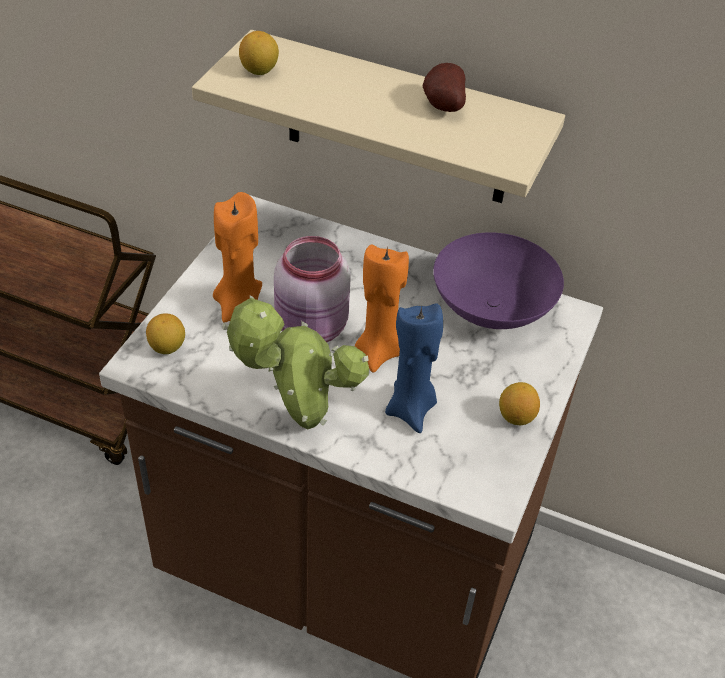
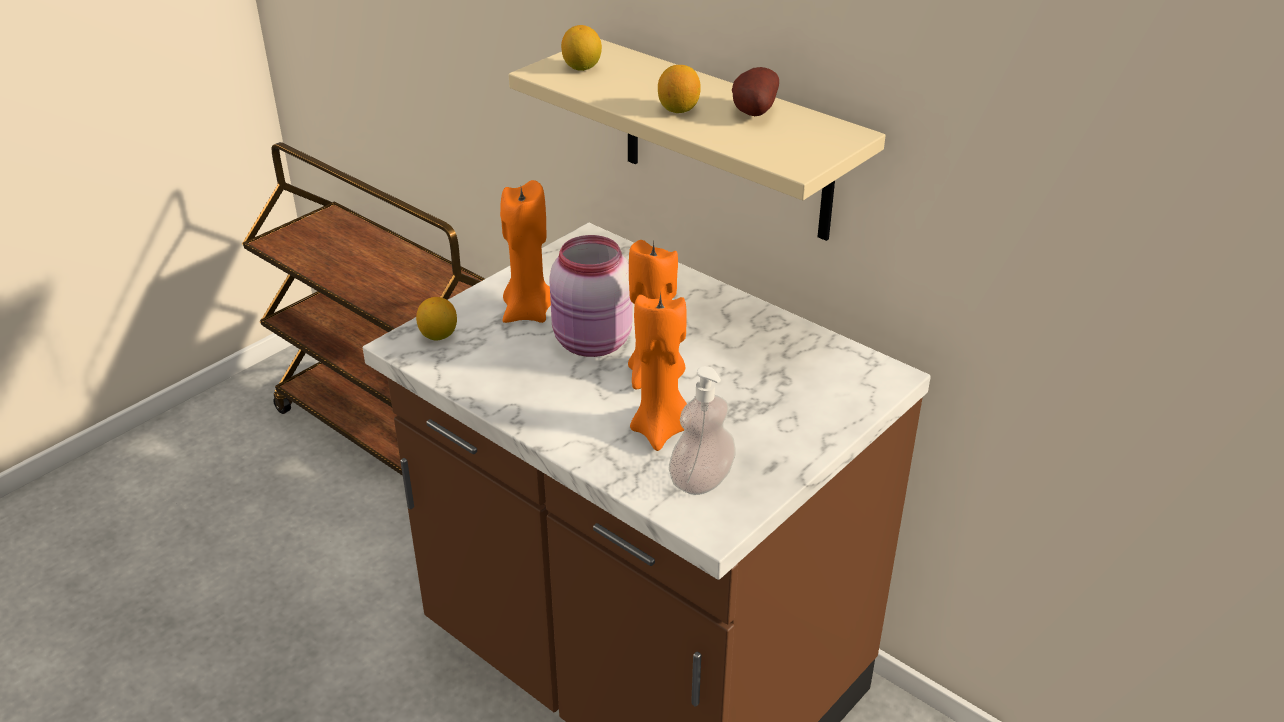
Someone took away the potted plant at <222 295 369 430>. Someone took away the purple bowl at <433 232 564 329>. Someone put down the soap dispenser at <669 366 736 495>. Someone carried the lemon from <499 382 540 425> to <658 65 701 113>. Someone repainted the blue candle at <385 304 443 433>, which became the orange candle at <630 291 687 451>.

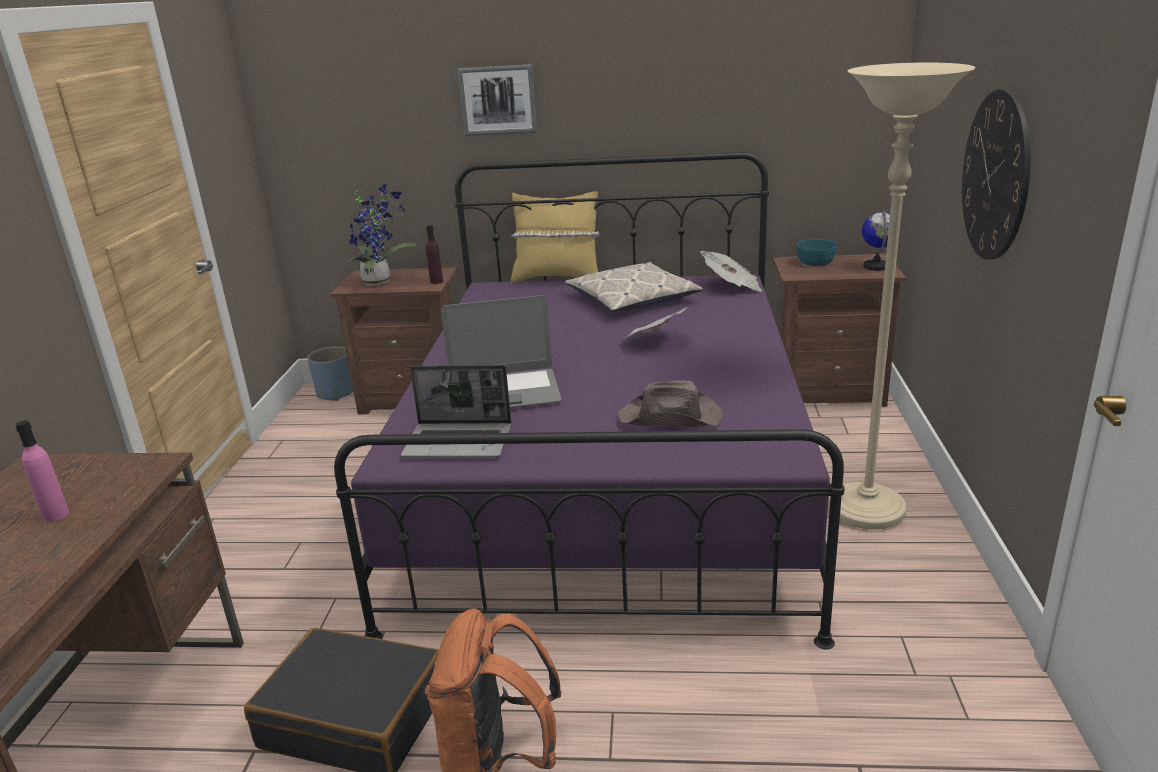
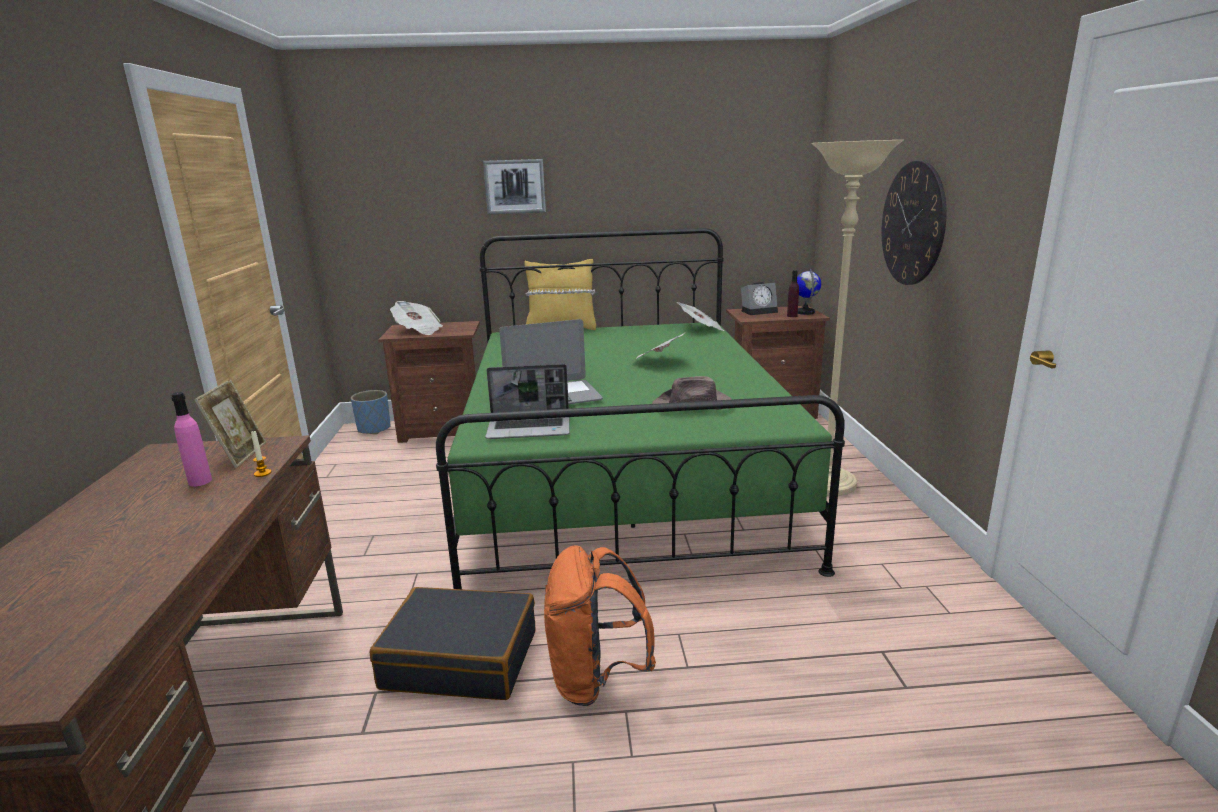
Someone took away the pillow at <565 262 703 312>. Someone put down the picture frame at <194 379 266 468>. Someone put down the candle at <251 431 272 477>. Someone carried the purple bottle from <426 225 443 284> to <787 270 799 317>. Someone swapped the potted plant at <346 184 416 286> for the newspaper at <390 301 443 335>. Someone swapped the turquoise bowl at <797 239 837 266> for the alarm clock at <741 282 778 315>. Someone repainted the purple bed at <334 152 845 649>, which became the green bed at <436 228 845 590>.

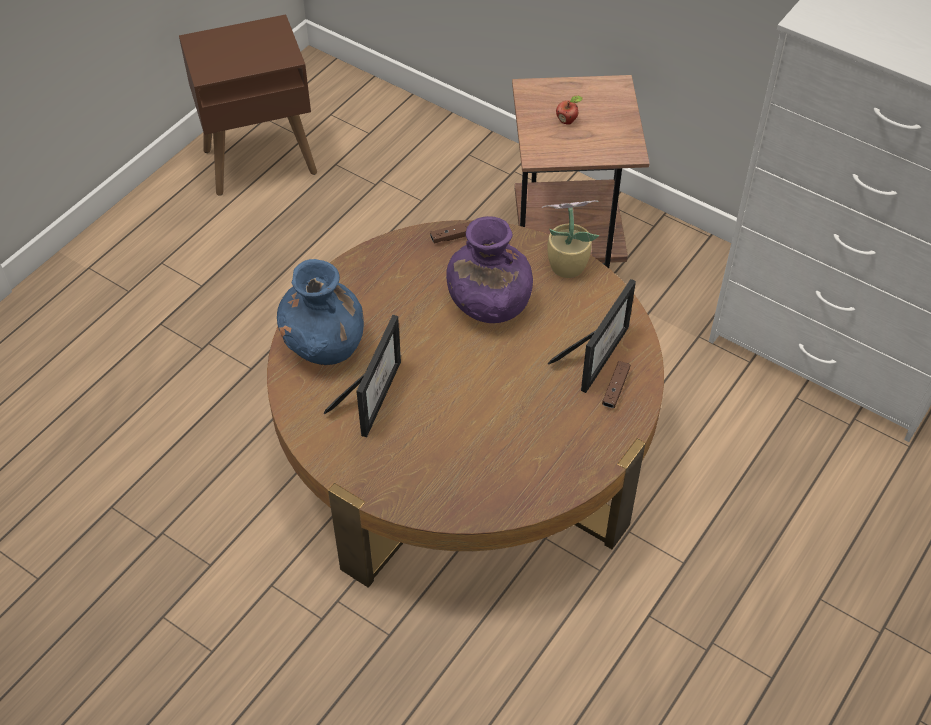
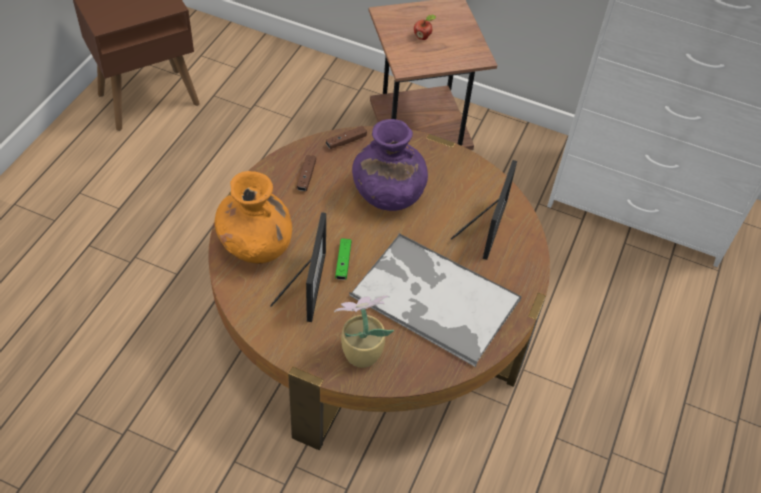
Someone put down the green game controller at <335 238 351 280>. Someone put down the tray at <349 233 522 367>. Someone carried the potted plant from <542 200 599 278> to <334 296 394 368>. Someone carried the brown game controller from <602 361 630 408> to <297 155 316 191>. Someone repainted the blue vase at <277 259 364 365>, which became the orange vase at <215 171 292 264>.

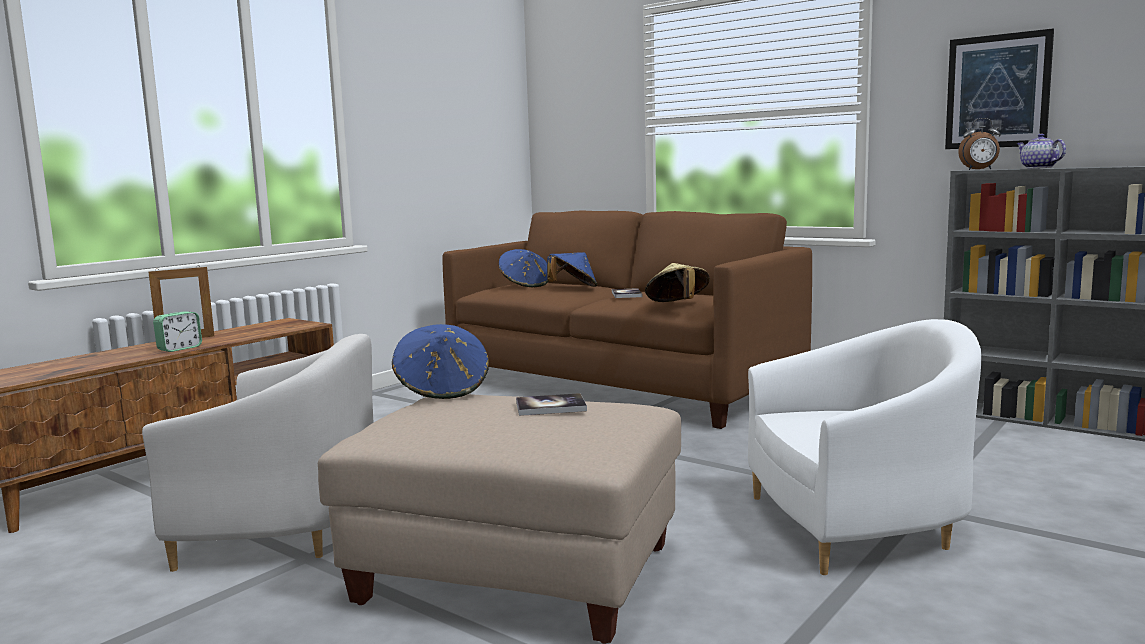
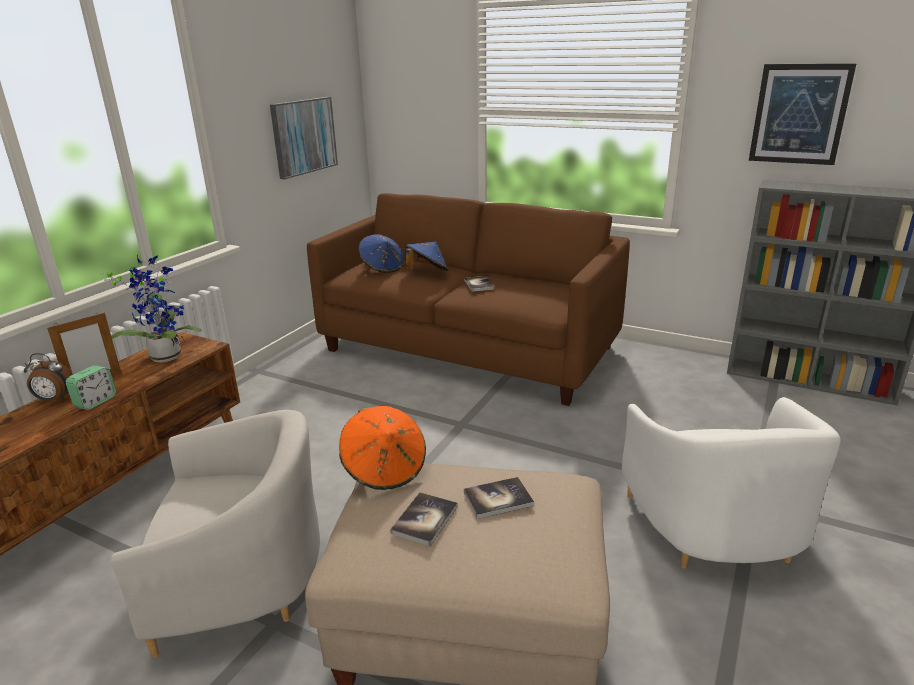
Someone took away the beige hat at <645 263 710 302>. Someone took away the teapot at <1017 134 1066 169>. Someone put down the potted plant at <100 253 202 363>. Someone put up the picture at <270 97 338 179>. Someone put down the book at <390 492 458 546>. Someone carried the alarm clock from <958 118 1001 170> to <24 353 73 401>. Someone repainted the blue hat at <392 324 489 399>, which became the orange hat at <339 406 426 490>. Someone rotated the white armchair at <748 319 981 575> by 105 degrees clockwise.

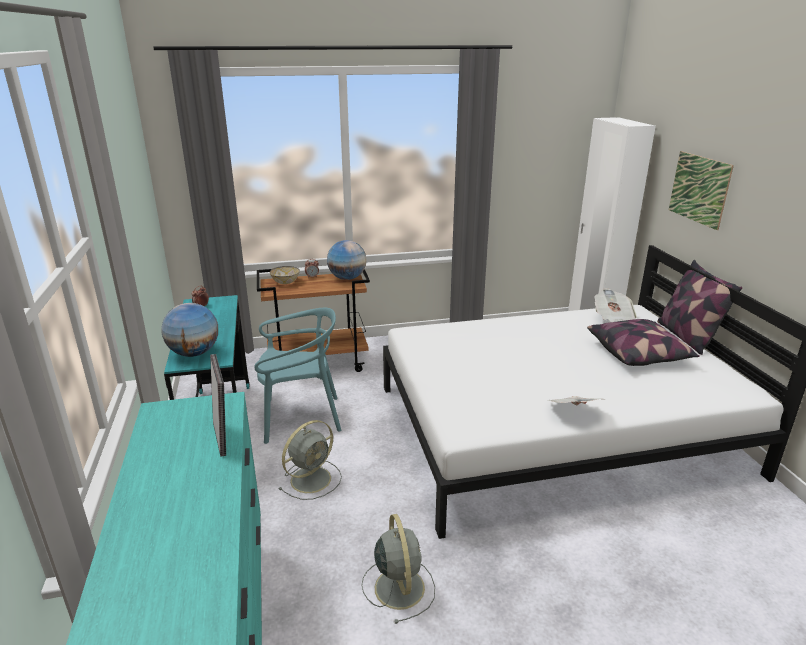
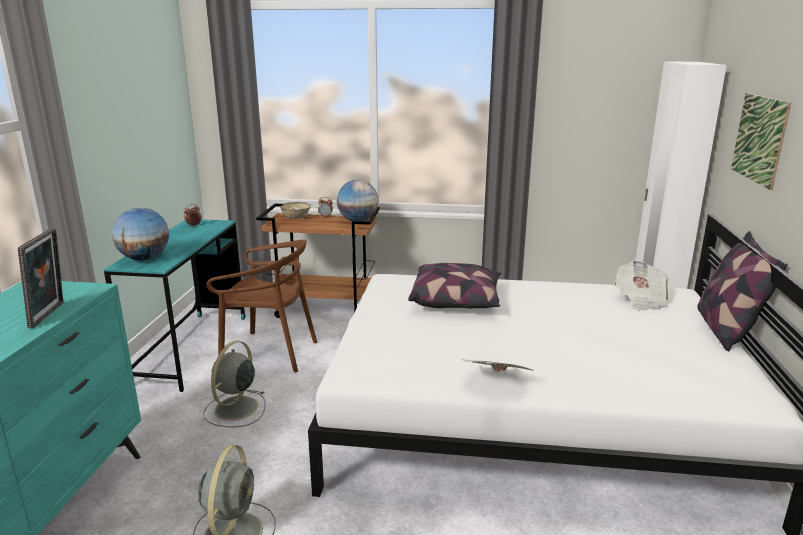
Someone carried the pillow from <587 319 700 366> to <408 263 502 308>. Someone repainted the turquoise chair at <254 308 341 444>, which became the brown chair at <206 240 317 372>. Someone rotated the grey fan at <279 420 342 500> by 135 degrees clockwise.

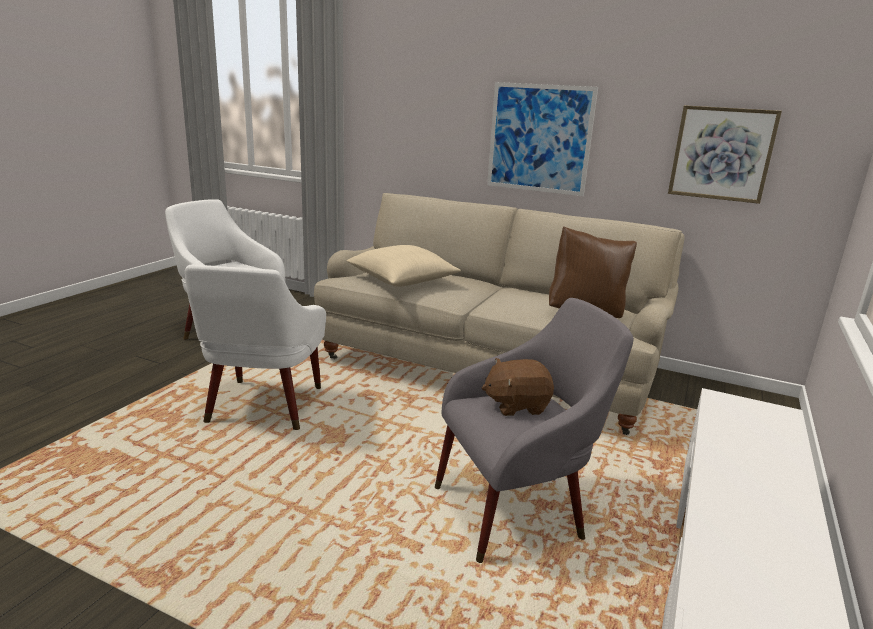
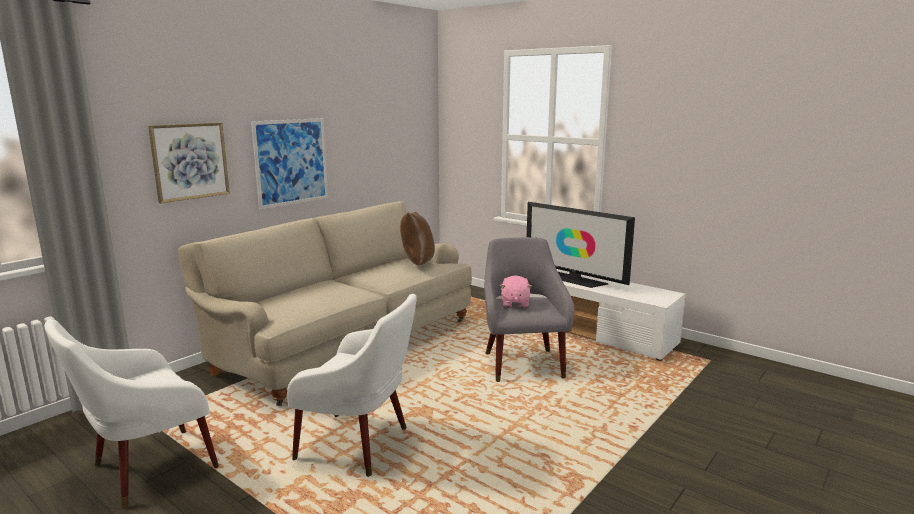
Someone took away the beige pillow at <346 245 461 287>. Someone put down the television at <527 202 635 288>. Someone carried the picture from <668 105 782 204> to <148 122 230 203>. Someone repainted the brown plush toy at <482 358 554 416>, which became the pink plush toy at <500 275 532 308>.

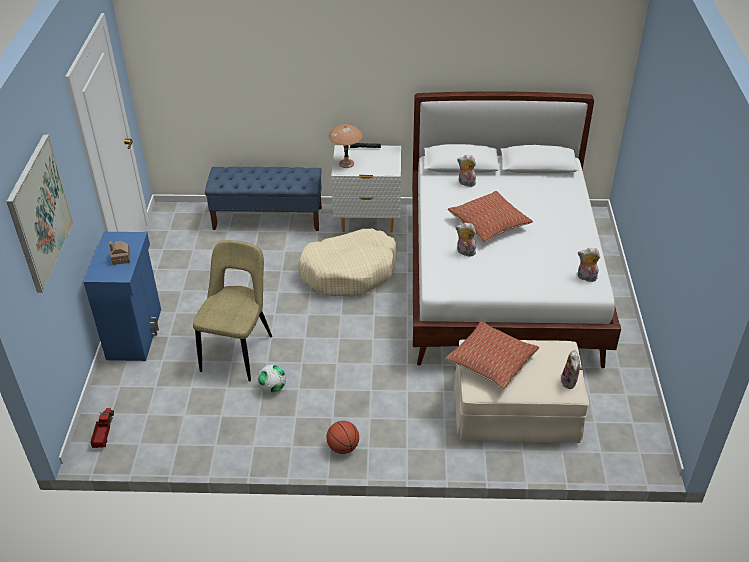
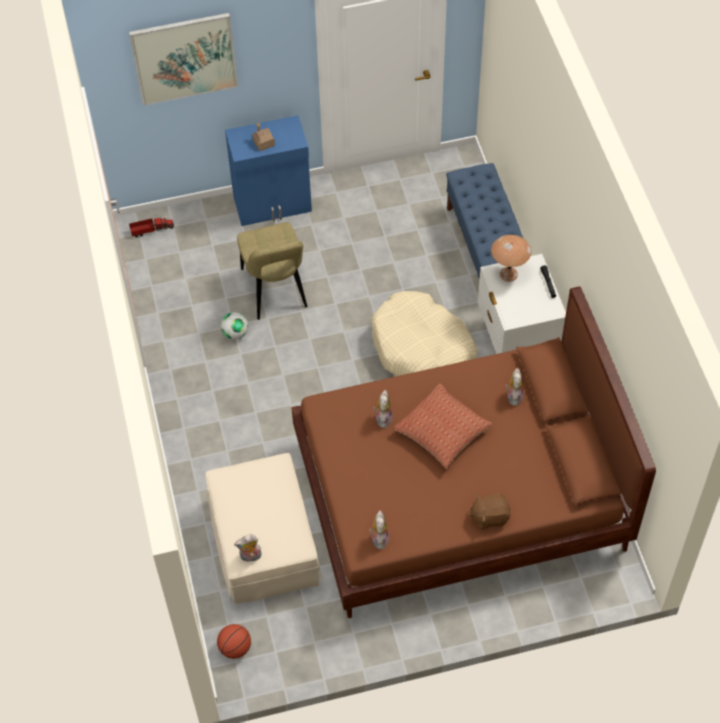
Someone took away the pillow at <445 321 539 389>. Someone put down the brown plush toy at <468 494 511 529>. Someone carried the basketball from <326 421 359 454> to <217 624 251 659>. Someone repainted the white bed at <412 91 621 368>, which became the brown bed at <291 286 656 618>. Someone rotated the beige chair at <193 240 272 382> by 75 degrees clockwise.

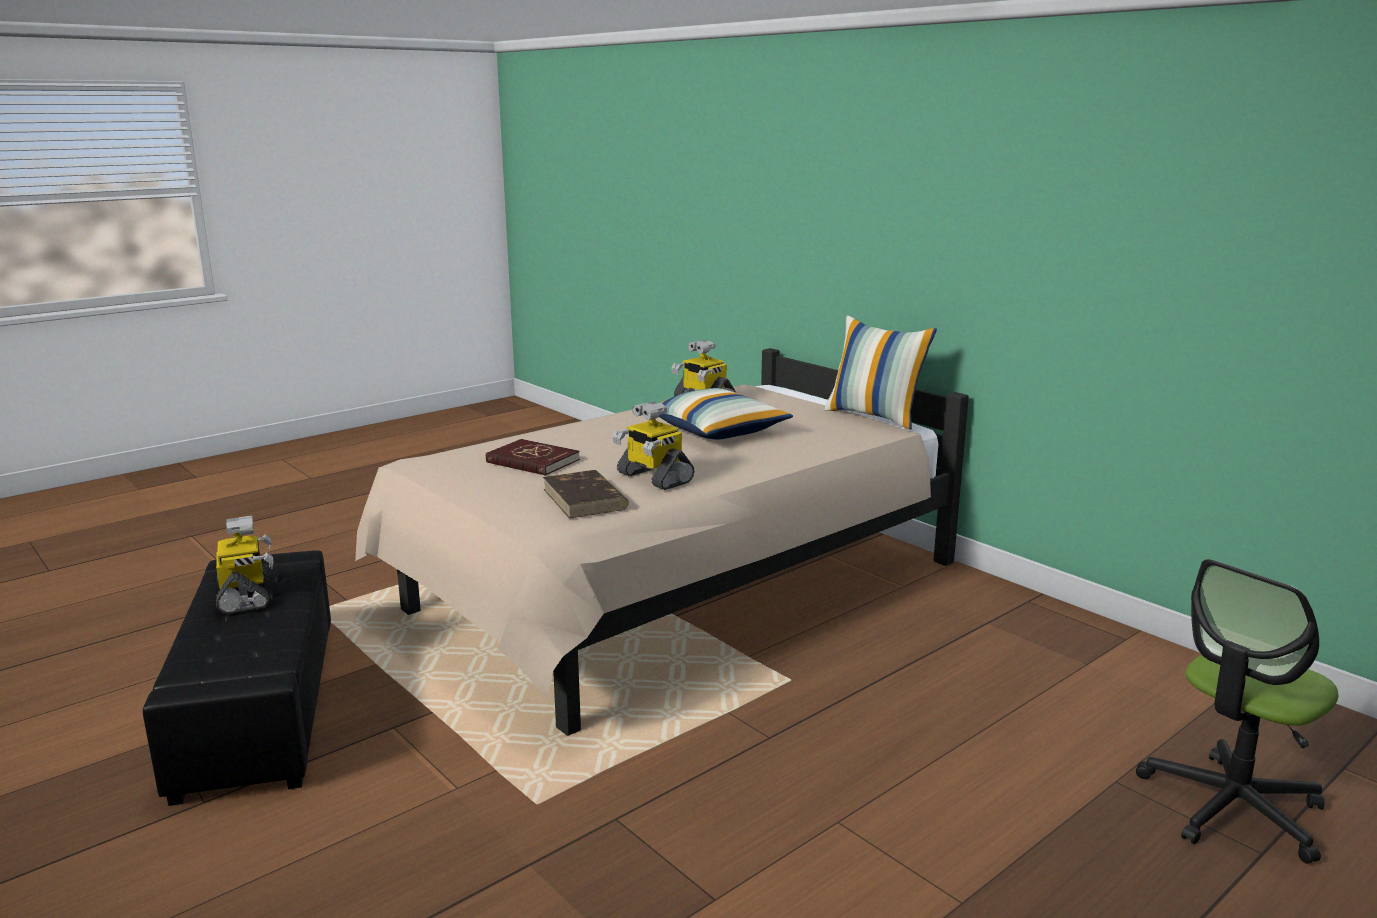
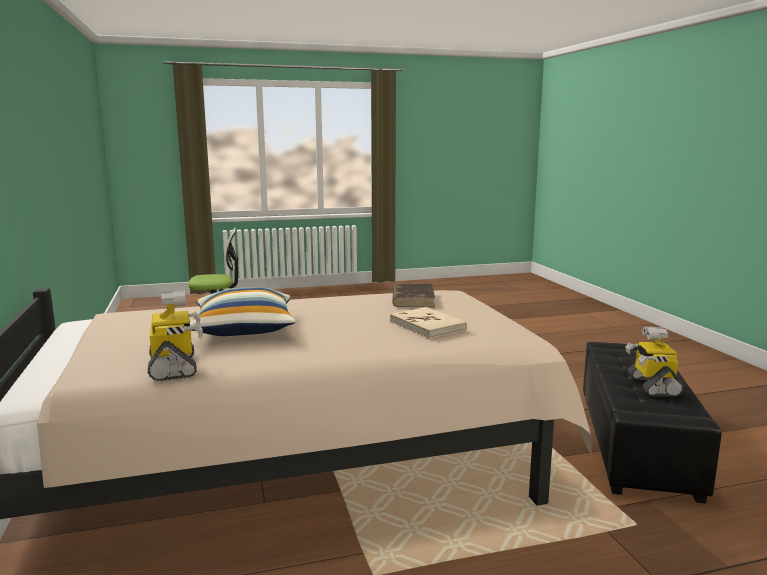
Someone took away the toy robot at <612 401 694 490>. Someone took away the pillow at <824 316 937 430>. Someone repainted the red book at <486 439 580 476>, which became the beige book at <390 307 467 338>.

